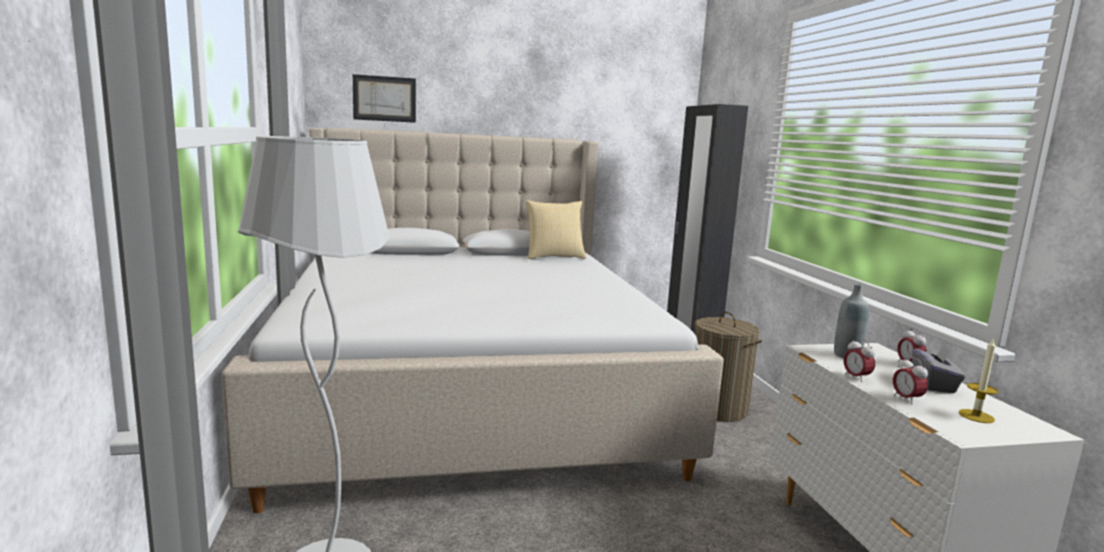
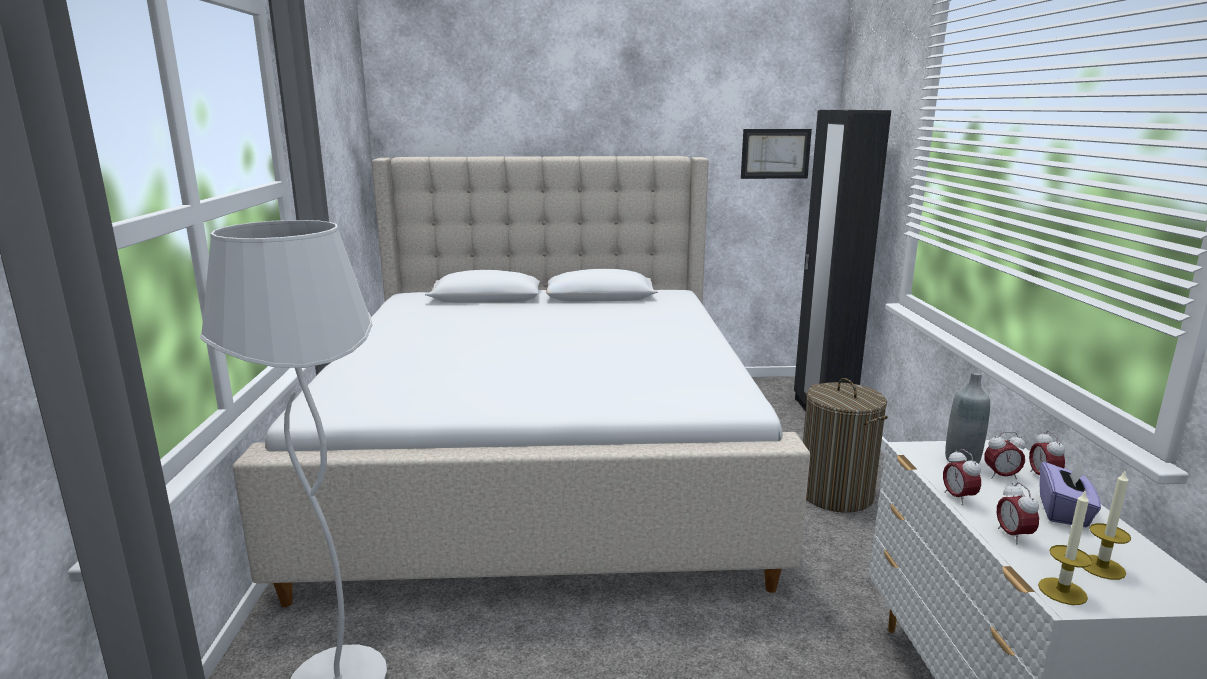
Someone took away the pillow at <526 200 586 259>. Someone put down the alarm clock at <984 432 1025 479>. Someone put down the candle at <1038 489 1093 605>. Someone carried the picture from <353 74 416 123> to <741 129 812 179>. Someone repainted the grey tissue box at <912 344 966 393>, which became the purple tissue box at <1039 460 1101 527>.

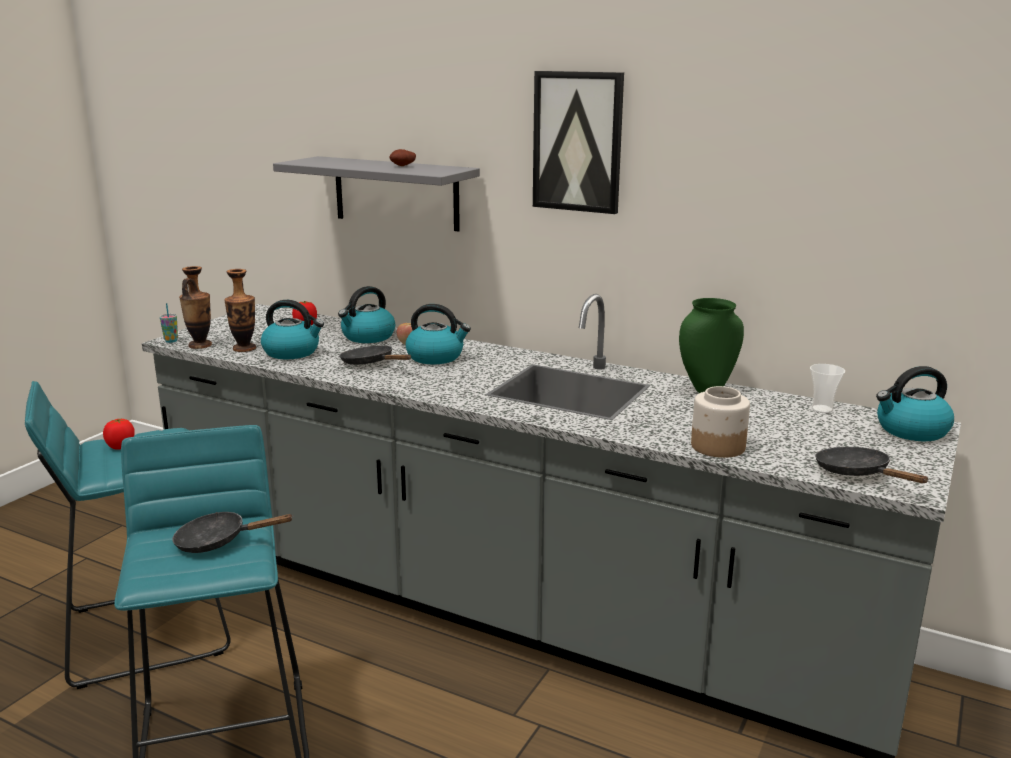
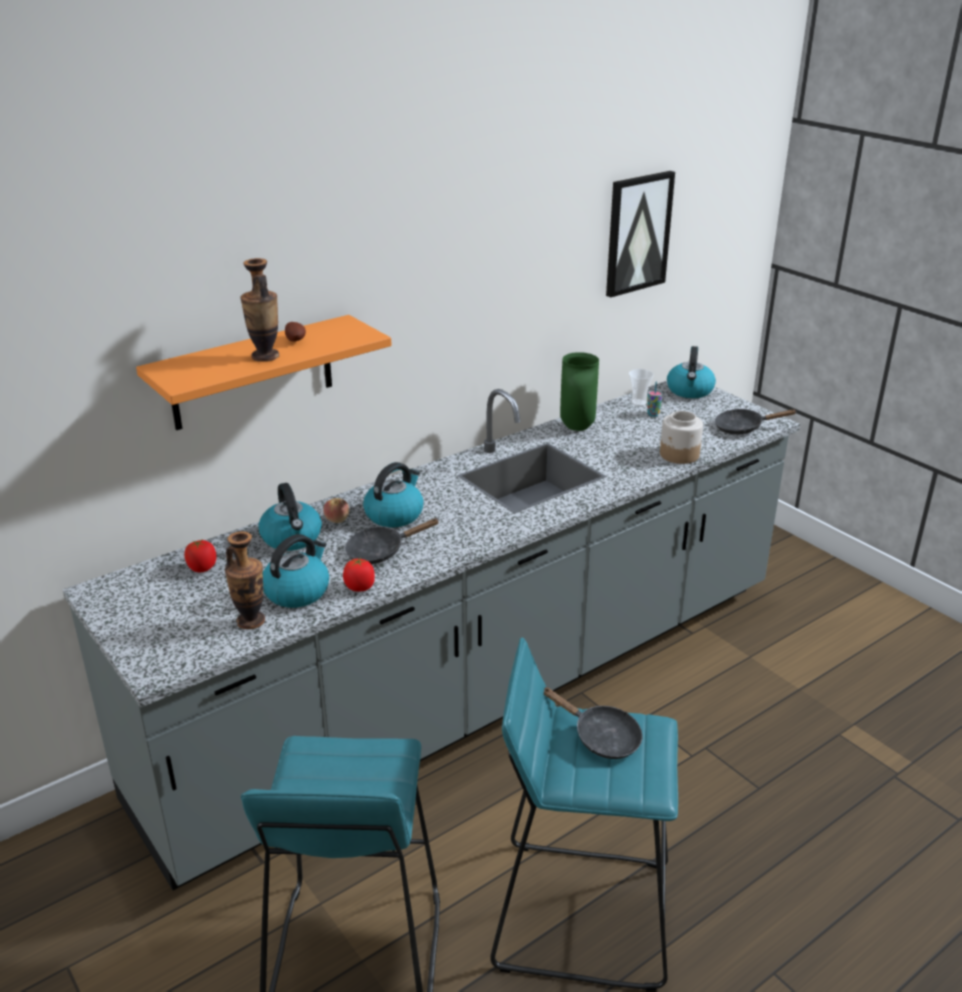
Someone carried the tomato from <103 418 135 450> to <343 557 375 592>. Someone carried the cup from <160 303 178 343> to <647 381 663 417>. Someone carried the vase from <179 266 212 349> to <240 258 279 362>. Someone carried the picture from <533 71 624 214> to <606 171 675 297>. Someone repainted the grey shelf at <273 156 480 232>, which became the orange shelf at <136 315 391 430>. Someone rotated the black frying pan at <172 512 294 553> by 75 degrees counterclockwise.

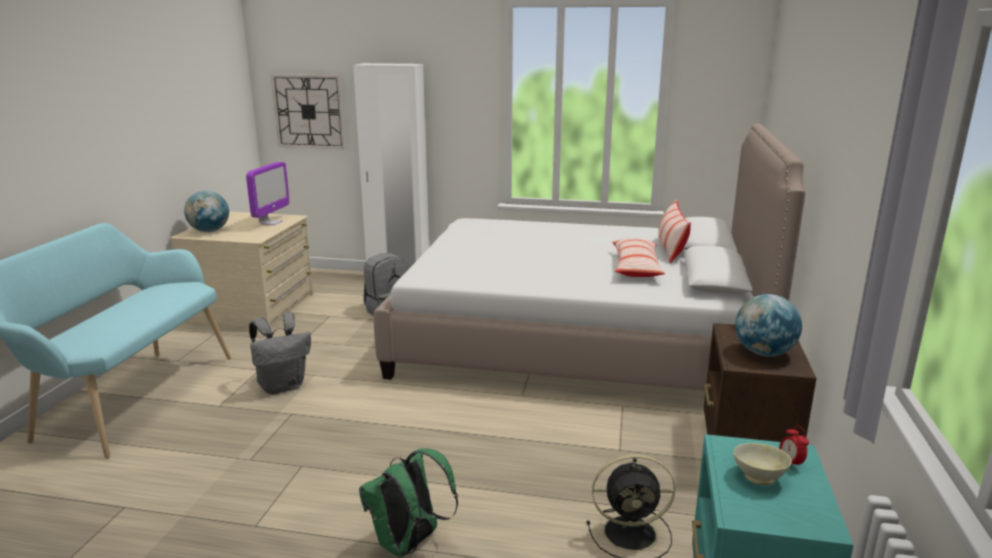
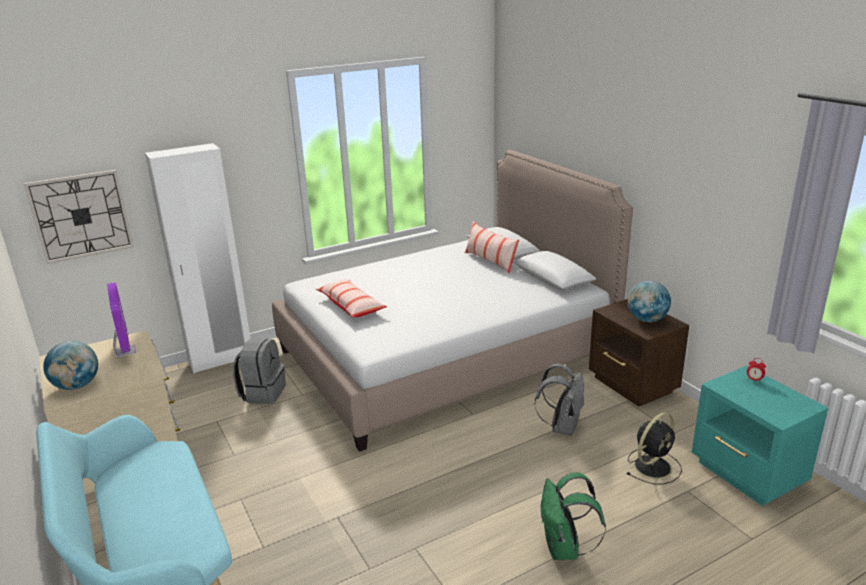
Someone took away the beige bowl at <733 443 792 485>. Someone carried the grey backpack from <249 313 311 394> to <535 364 585 436>. Someone carried the pillow from <612 238 665 277> to <316 280 387 318>.

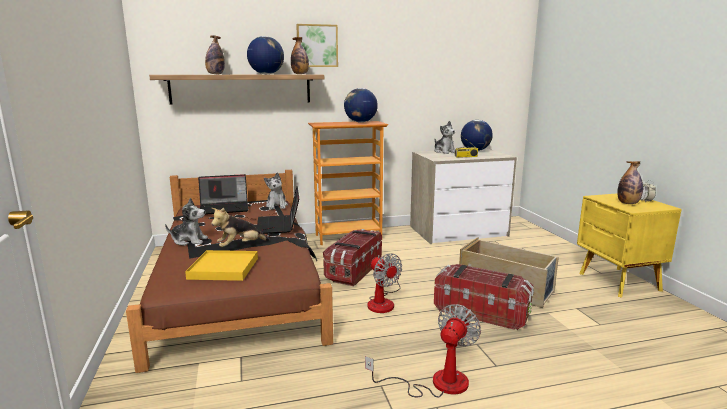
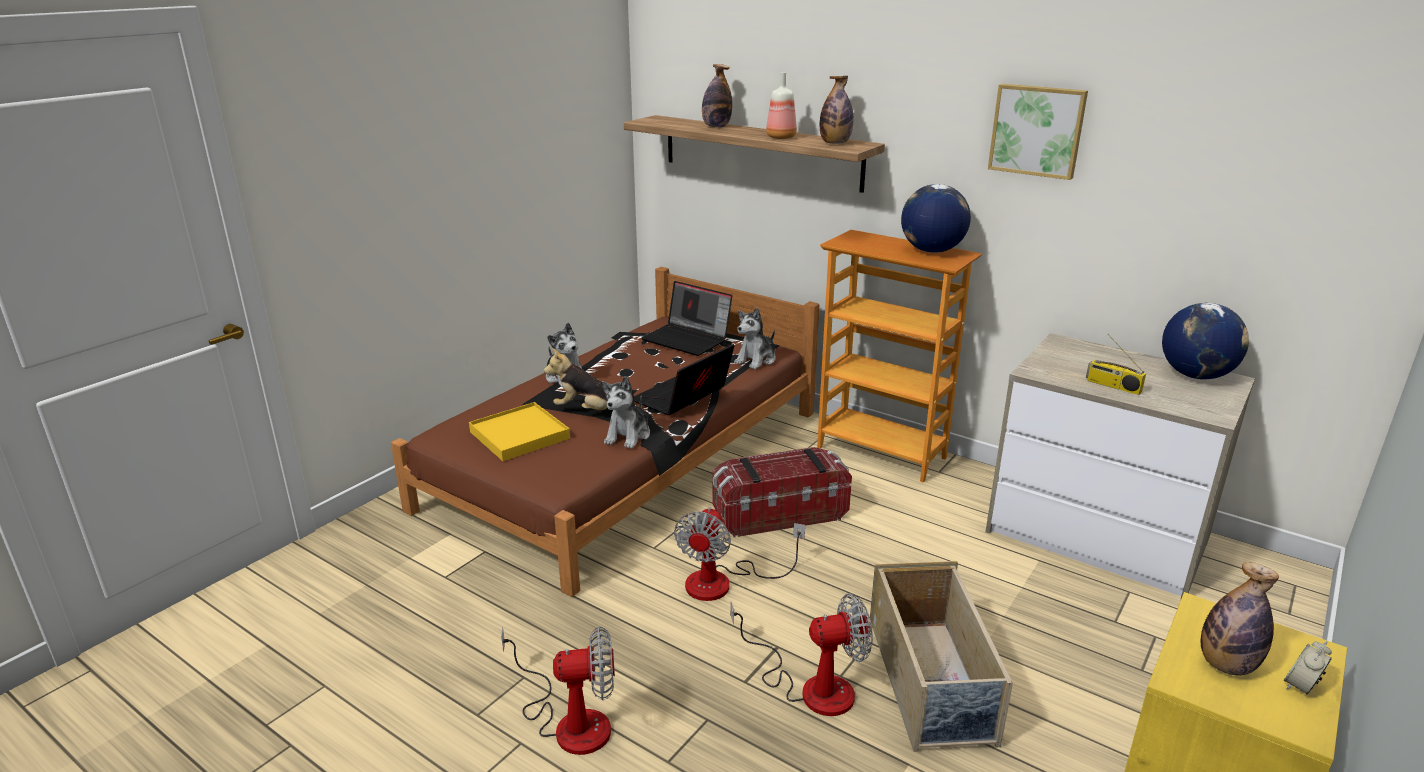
Someone carried the picture from <296 24 338 67> to <988 84 1088 180>. Someone carried the plush toy from <434 121 455 154> to <602 376 650 449>. Someone swapped the globe at <247 36 284 74> for the bottle at <766 72 797 139>. Someone swapped the storage box at <434 264 534 331> for the fan at <731 593 873 716>.

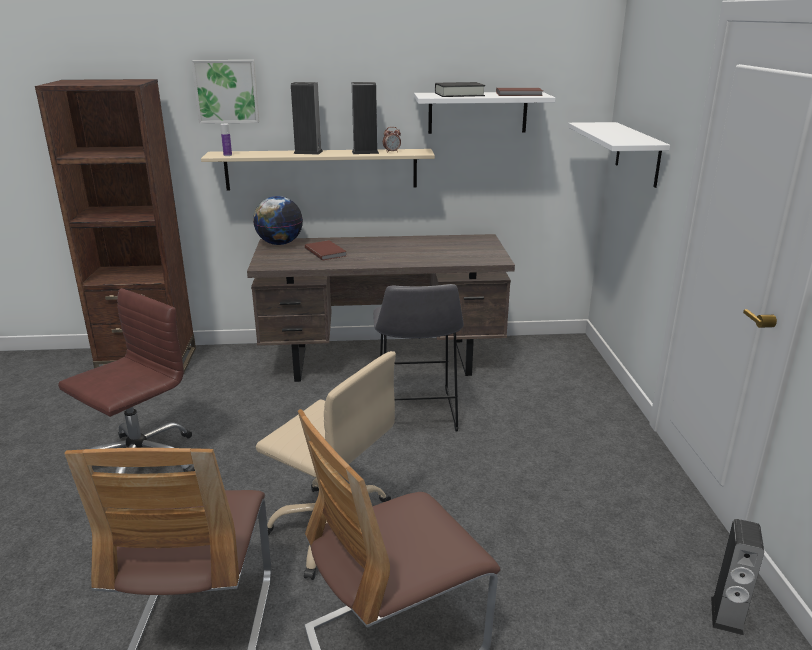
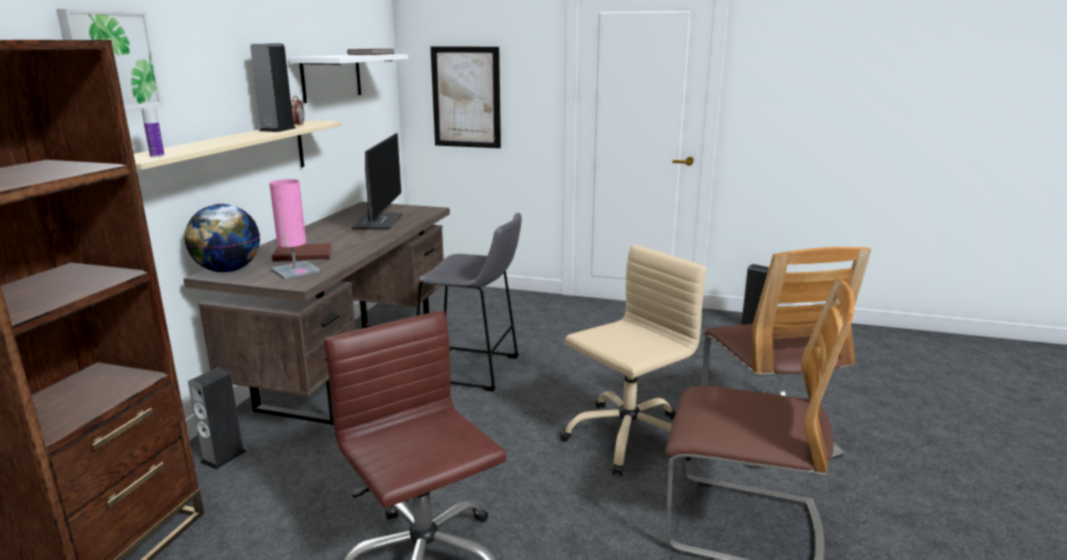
Someone took away the black book at <435 82 485 97>. Someone put down the pink table lamp at <269 179 320 280>. Someone put down the monitor at <352 133 403 230>. Someone carried the speaker from <291 82 323 155> to <188 368 247 470>. Someone swapped the white shelf at <568 122 670 188> for the picture at <430 46 501 148>.

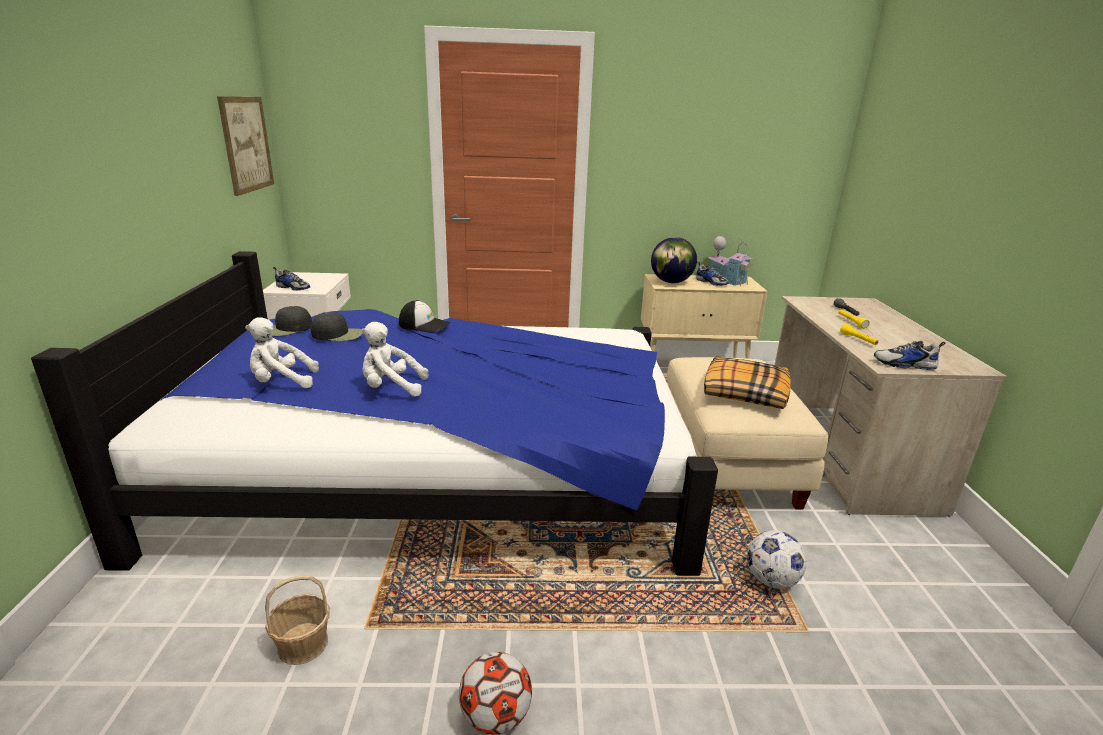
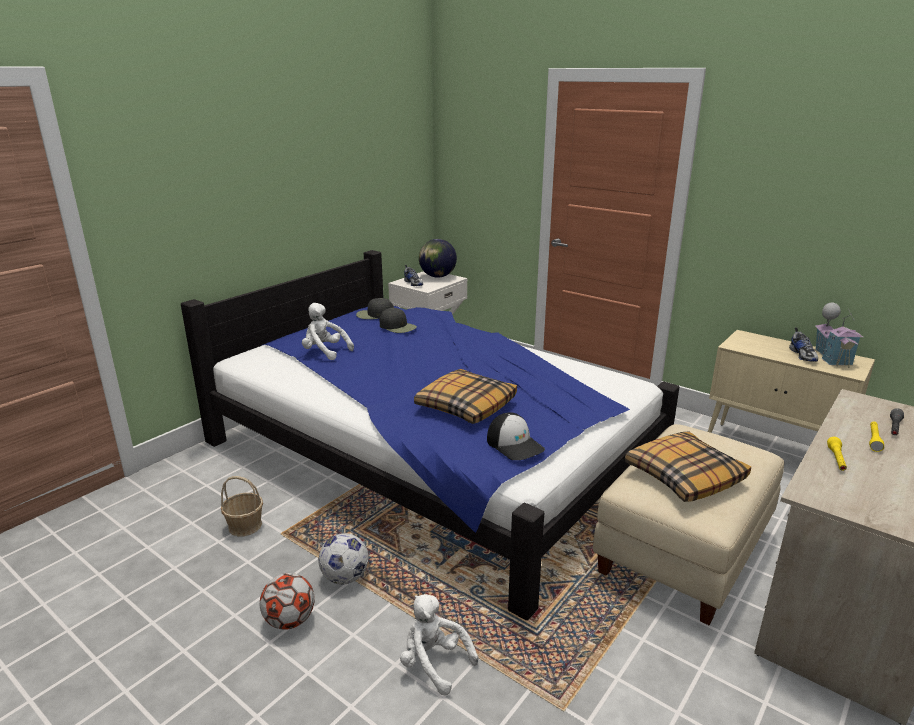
Someone took away the picture at <217 96 274 196>. Someone took away the shoe at <874 341 945 370>. Someone put down the pillow at <414 369 517 424>. Someone carried the white plush toy from <361 322 428 397> to <400 594 479 696>. Someone carried the cap from <399 300 450 333> to <487 412 545 460>. Someone carried the globe from <651 237 697 283> to <419 239 457 278>. Someone carried the football from <747 530 807 589> to <318 533 369 585>.

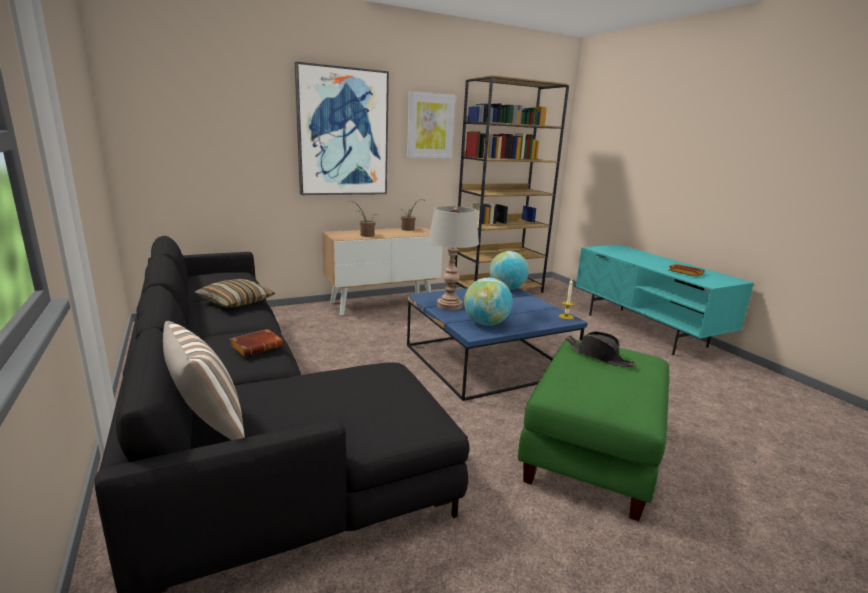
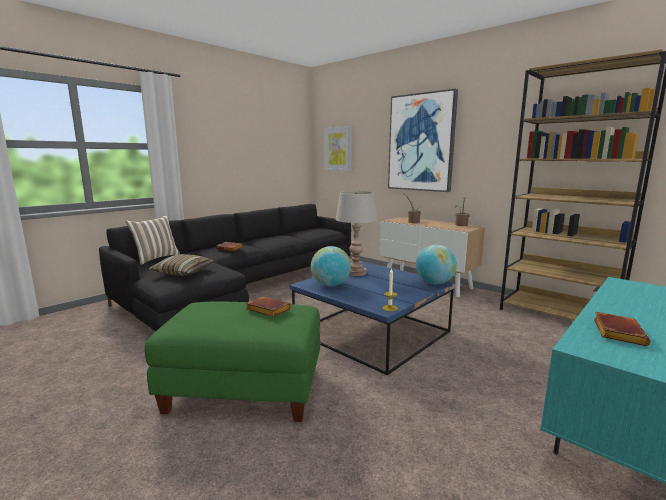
Someone carried the pillow from <195 279 275 307> to <149 254 213 276>. Someone carried the picture from <407 91 455 158> to <324 126 352 171>. Someone swapped the black hat at <565 331 637 367> for the brown book at <246 297 291 317>.

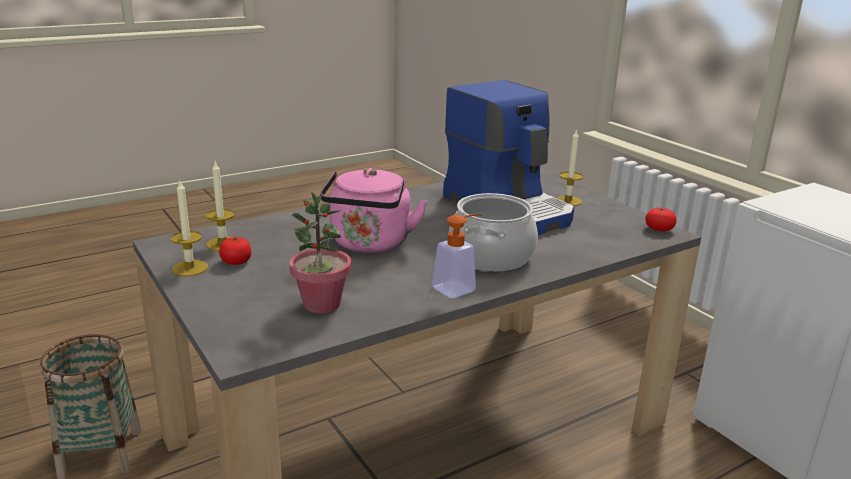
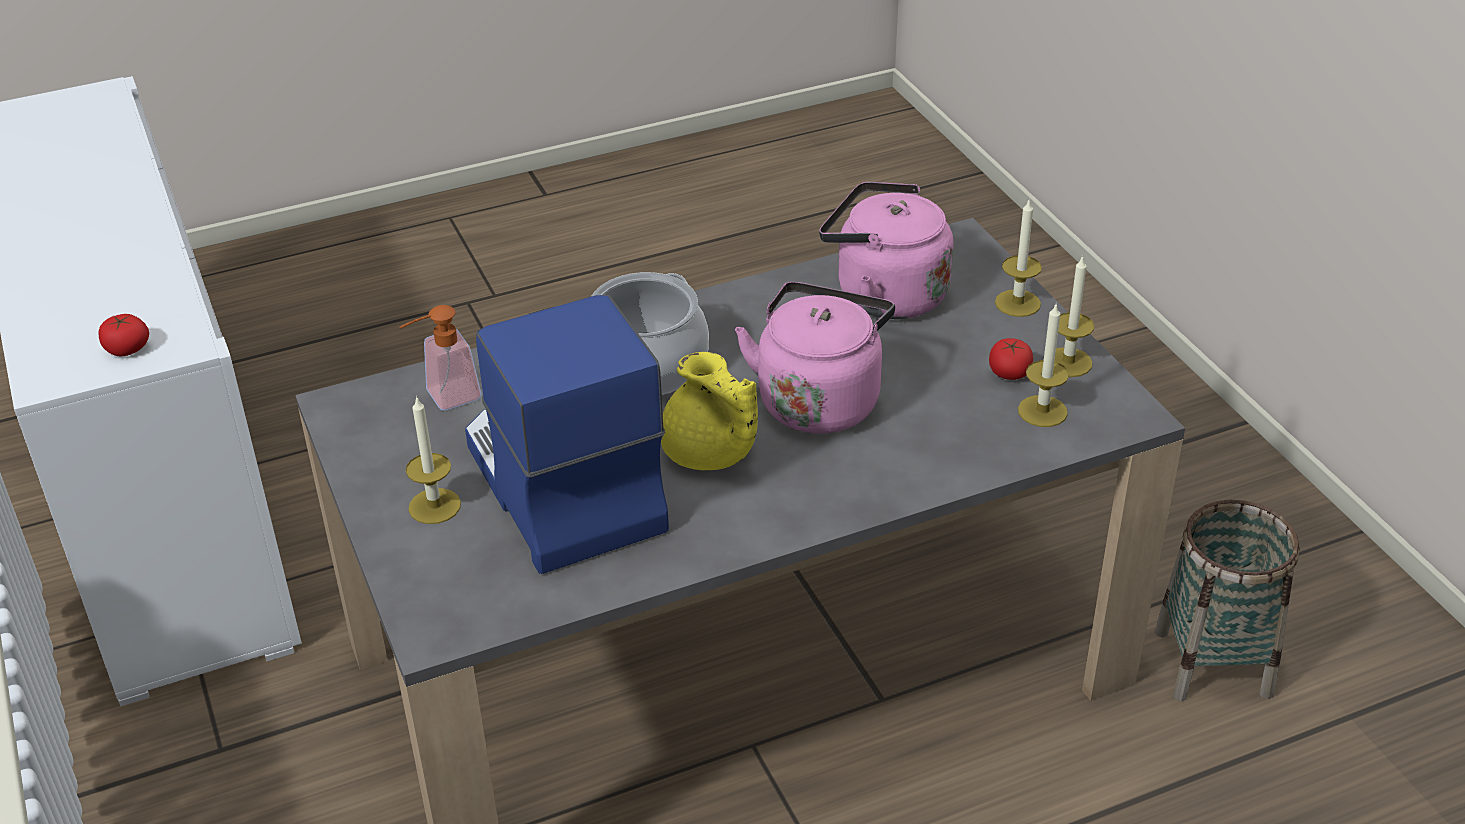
Someone put down the yellow teapot at <661 352 758 470>. Someone put down the candle at <995 198 1042 317>. Someone carried the soap dispenser from <432 213 483 298> to <400 305 481 410>. Someone carried the tomato from <645 207 677 231> to <99 314 149 356>. Someone swapped the potted plant at <290 192 351 313> for the pink kettle at <819 182 953 319>.

